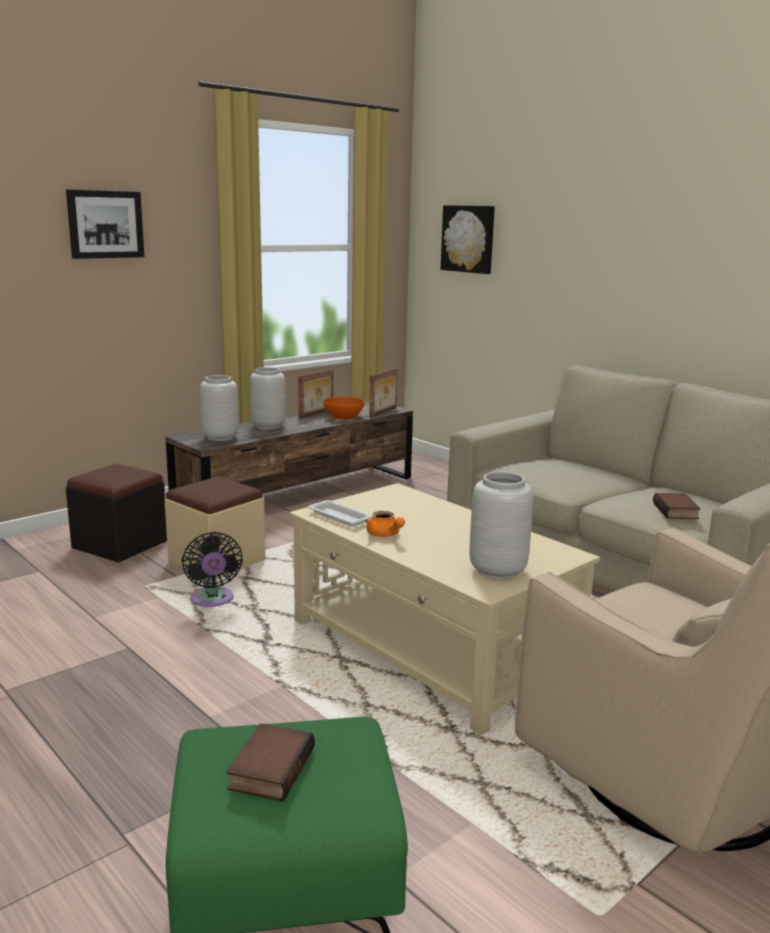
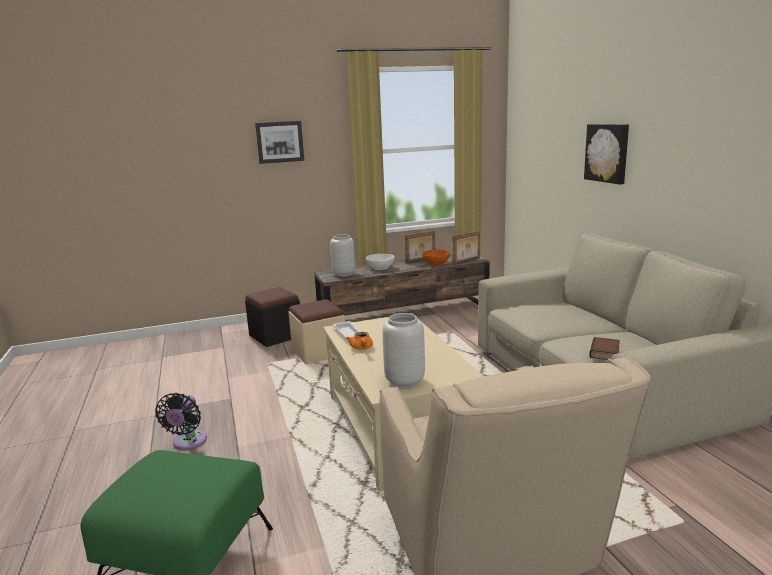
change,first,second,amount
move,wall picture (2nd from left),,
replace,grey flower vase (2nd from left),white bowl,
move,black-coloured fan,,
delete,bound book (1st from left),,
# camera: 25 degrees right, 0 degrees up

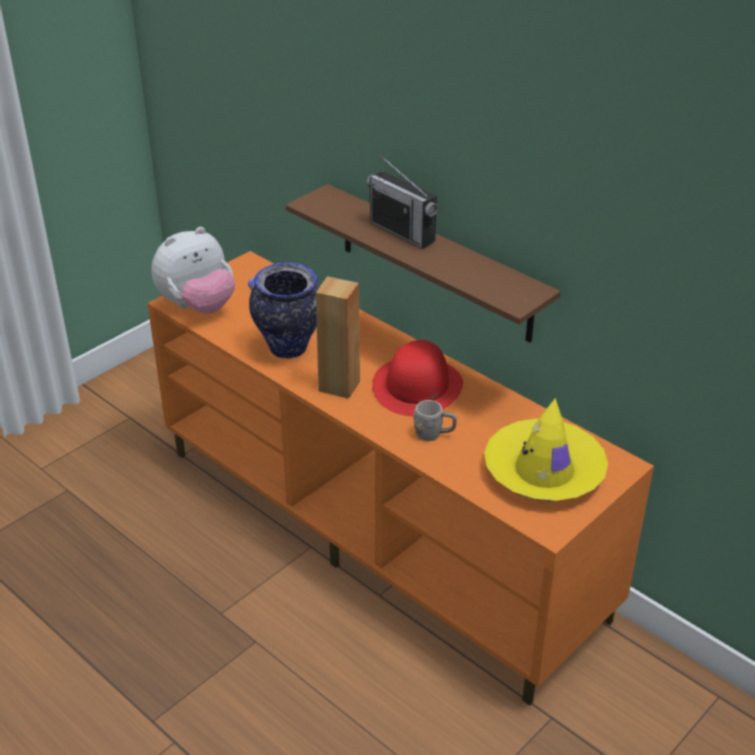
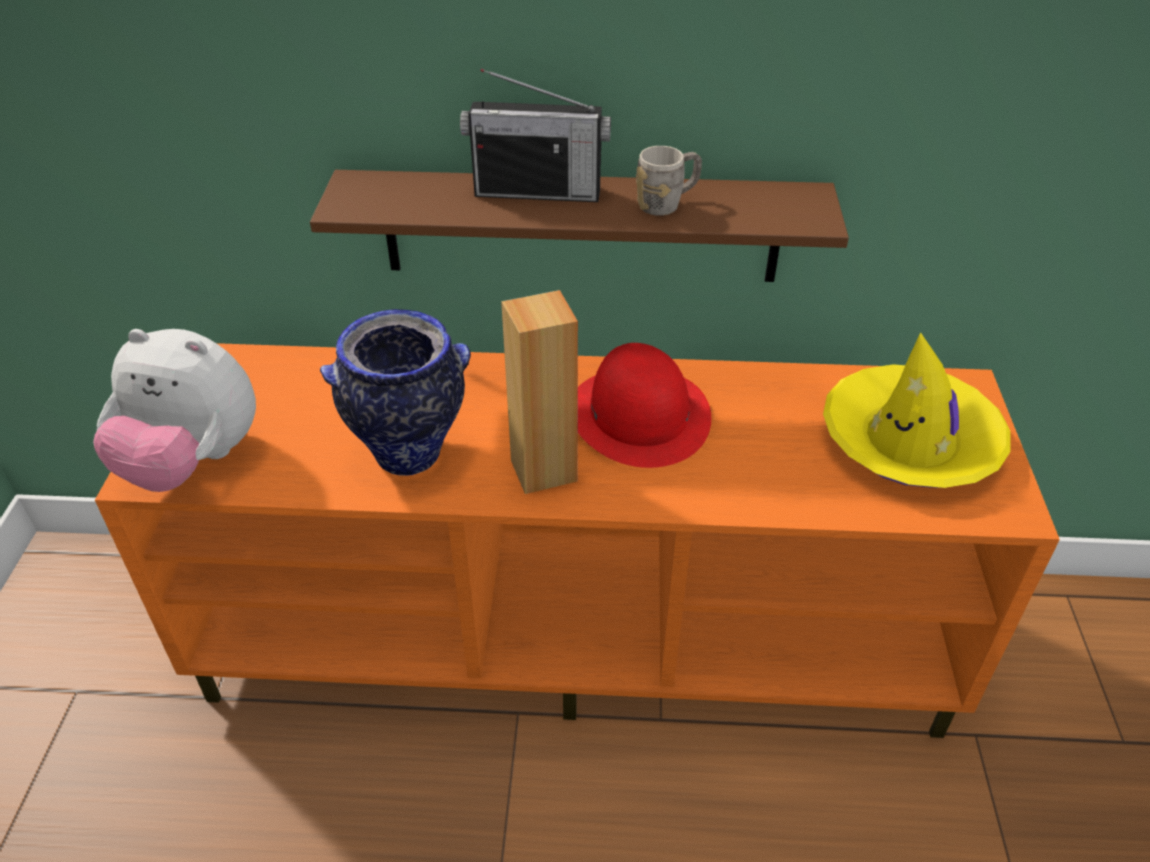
change,first,second,amount
rotate,soft toy,,90 degrees clockwise
move,grey mug,,
# camera: 40 degrees left, 5 degrees up

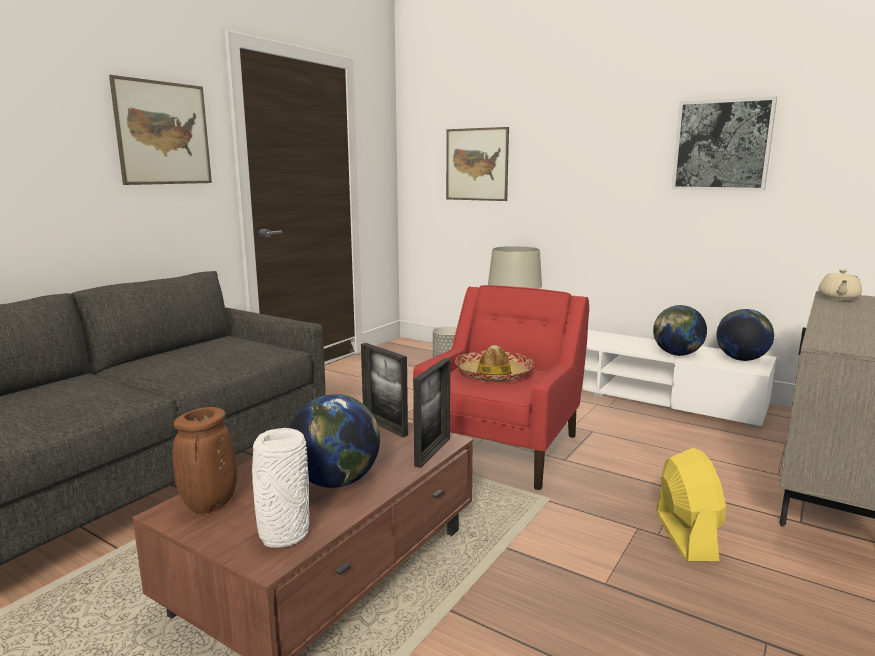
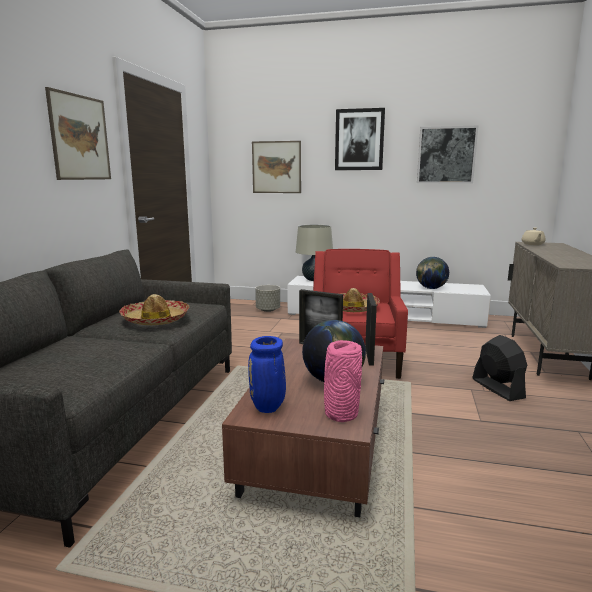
change,first,second,amount
delete,desk globe (3rd from left),,
recolor,brown flower vase,bluish flower vase,
recolor,white flower vase,pink-coloured flower vase,
recolor,yellow-coloured fan,black-coloured fan,
insert,,wall picture (3rd from left),
insert,,wearable hat (1st from left),
# camera: 20 degrees left, 0 degrees up

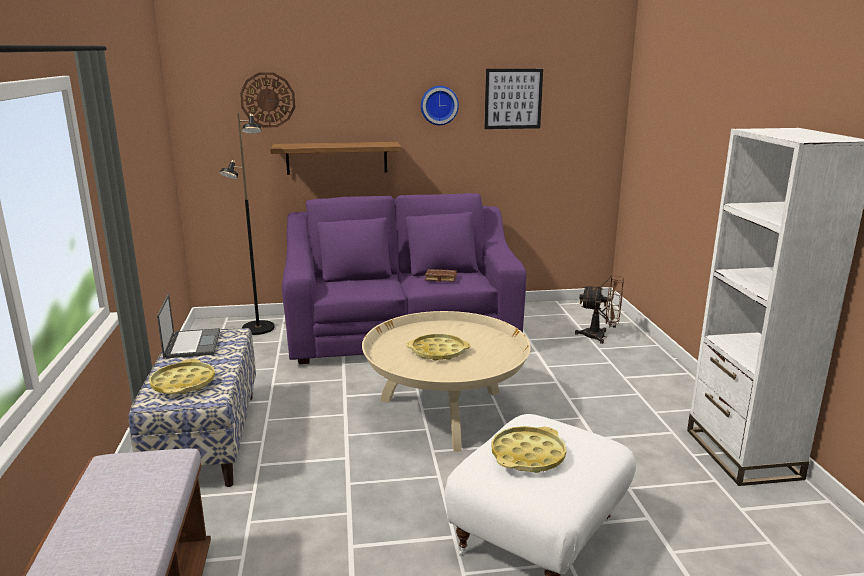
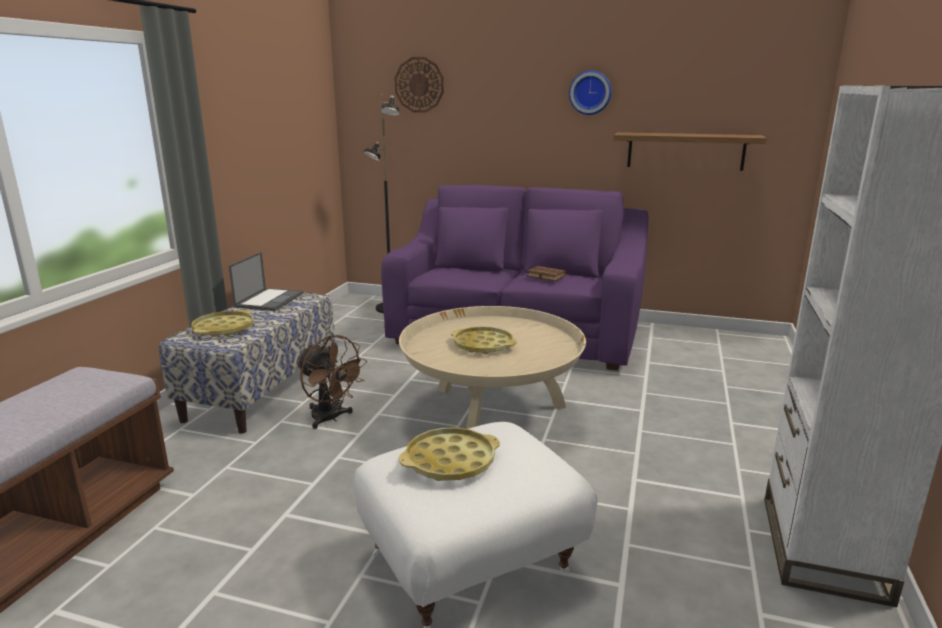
change,first,second,amount
delete,wall picture,,
move,wall shelf,,
move,brown fan,,
# camera: 25 degrees right, 0 degrees up

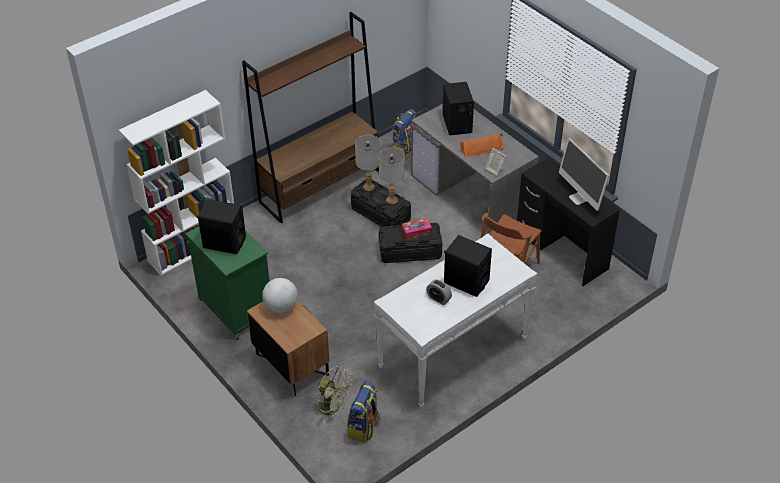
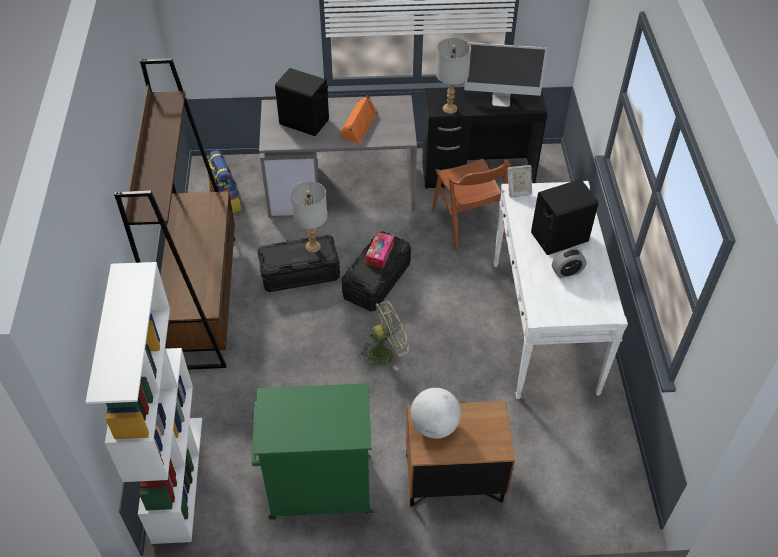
change,first,second,amount
move,grey tabletop lamp (1st from left in the first image),grey tabletop lamp (2nd from left),
move,standing frame,,
delete,black-coloured speaker (1st from left),,
move,greenish fan,,
delete,knapsack (1st from left),,
# camera: 55 degrees left, 5 degrees up

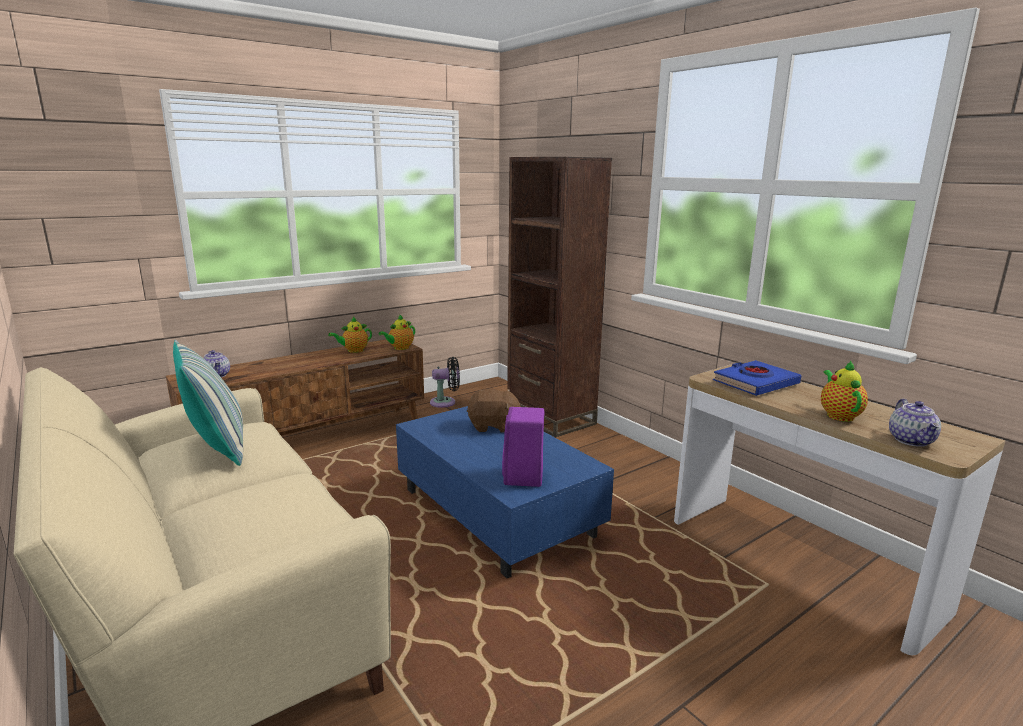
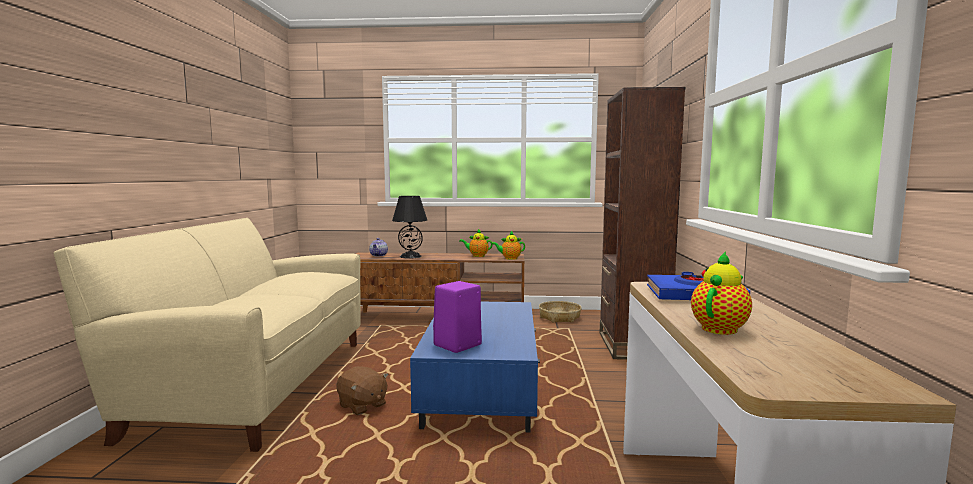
change,first,second,amount
delete,throw pillow,,
replace,black-coloured fan,basket,
move,brown soft toy,,
delete,tea pot (5th from left),,
insert,,black-coloured tabletop lamp,
# camera: 40 degrees right, 10 degrees down

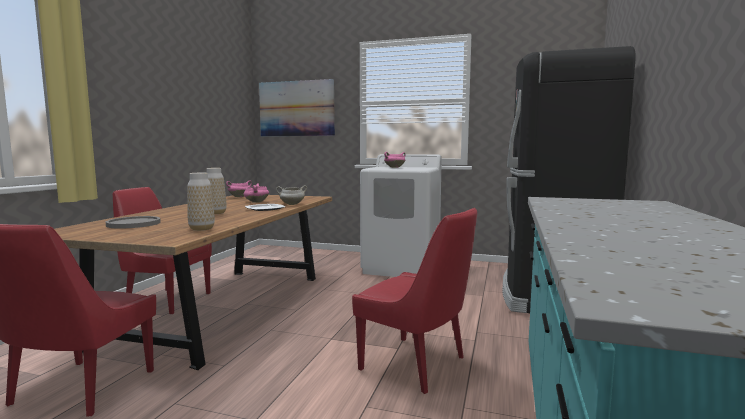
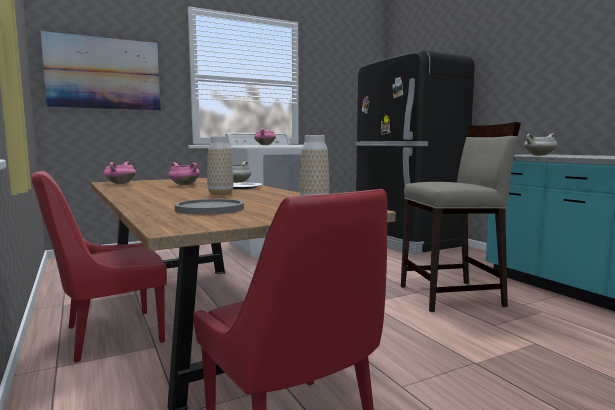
change,first,second,amount
replace,red-coloured plain chair (3rd from left),beige-coloured stool,
insert,,white saucepot (2nd from left),
# camera: 45 degrees left, 0 degrees up

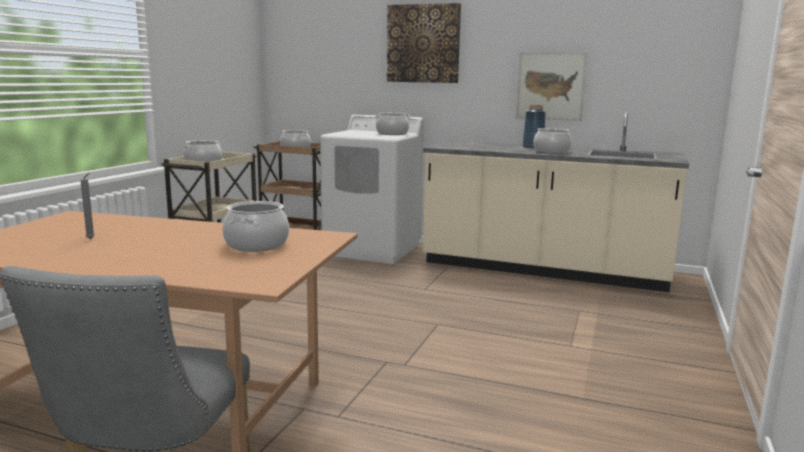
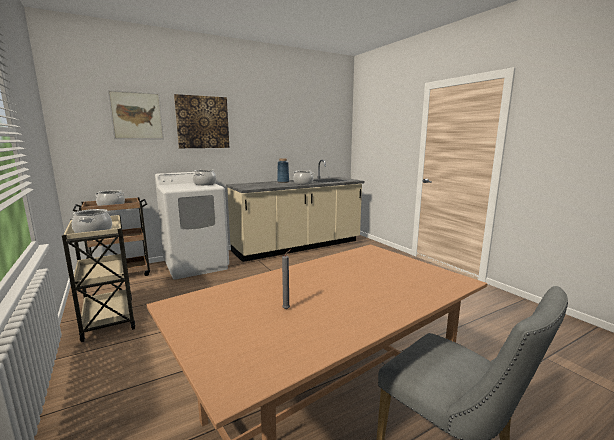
change,first,second,amount
move,wall picture (2nd from left in the first image),wall picture (1st from left),
delete,saucepot (2nd from left),,
# camera: 50 degrees left, 0 degrees up

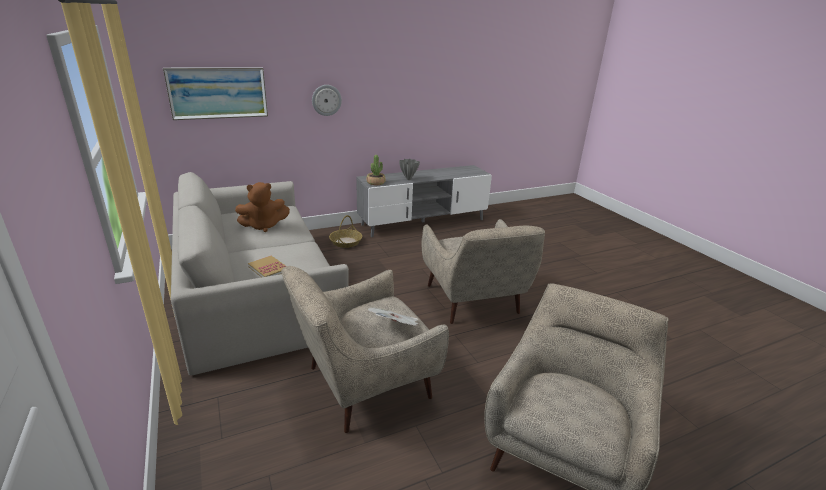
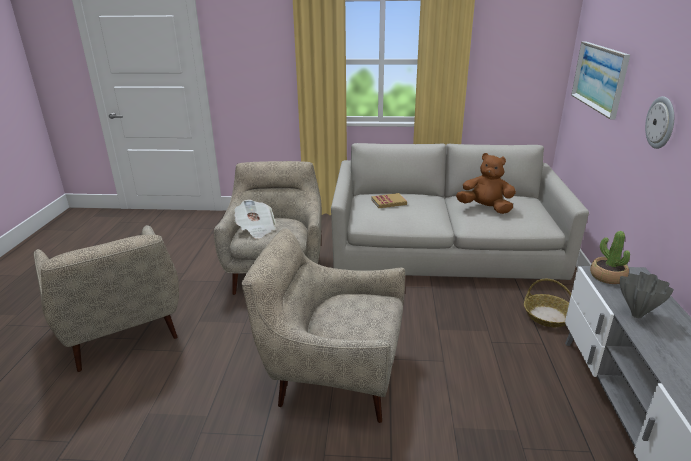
change,first,second,amount
rotate,brown soft toy,,105 degrees clockwise
# camera: 120 degrees right, 0 degrees up

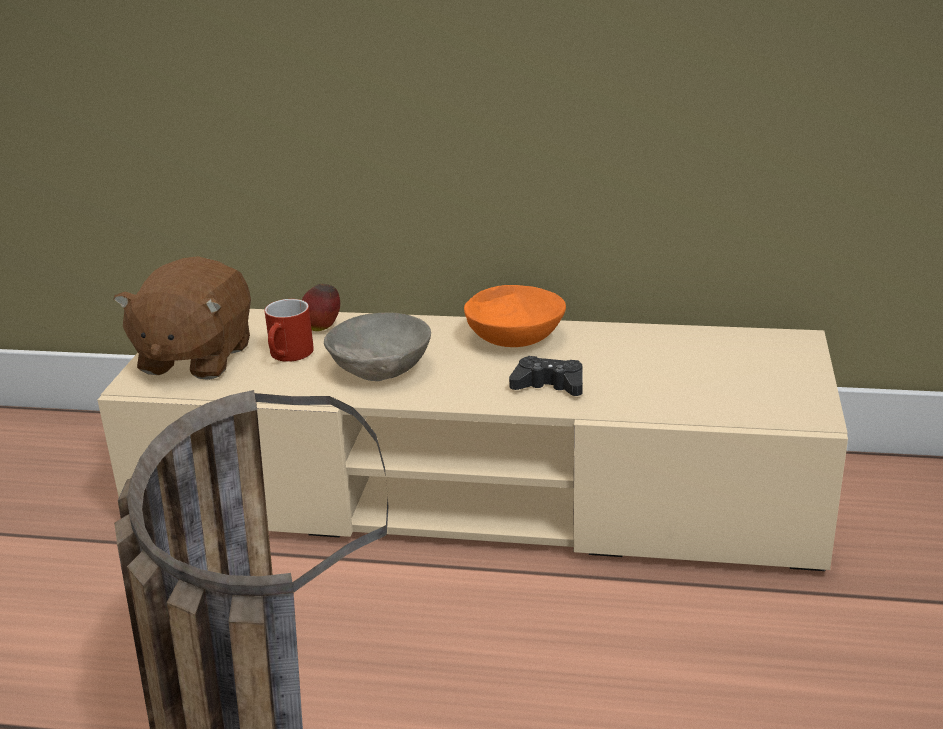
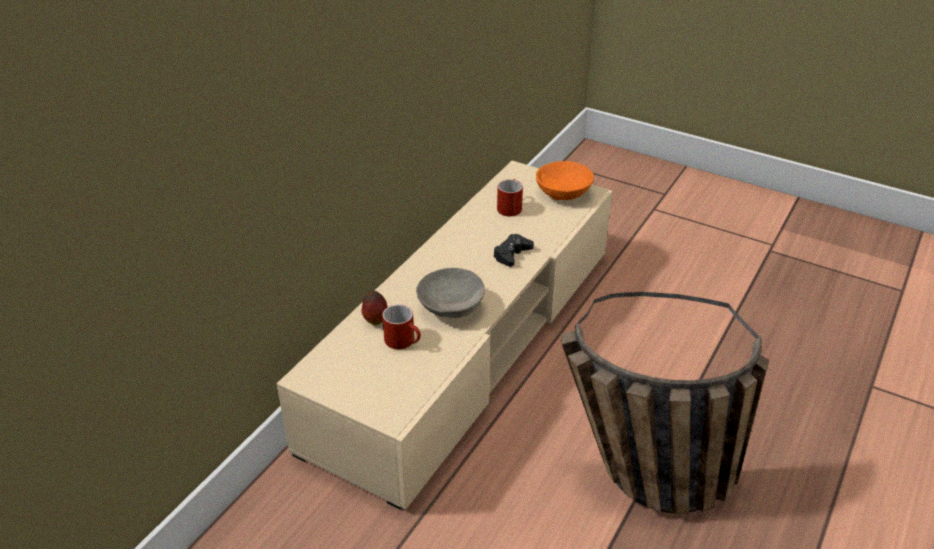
change,first,second,amount
delete,brown soft toy,,
move,orange bowl,,
insert,,red-coloured mug (2nd from left),
# camera: 70 degrees left, 10 degrees up

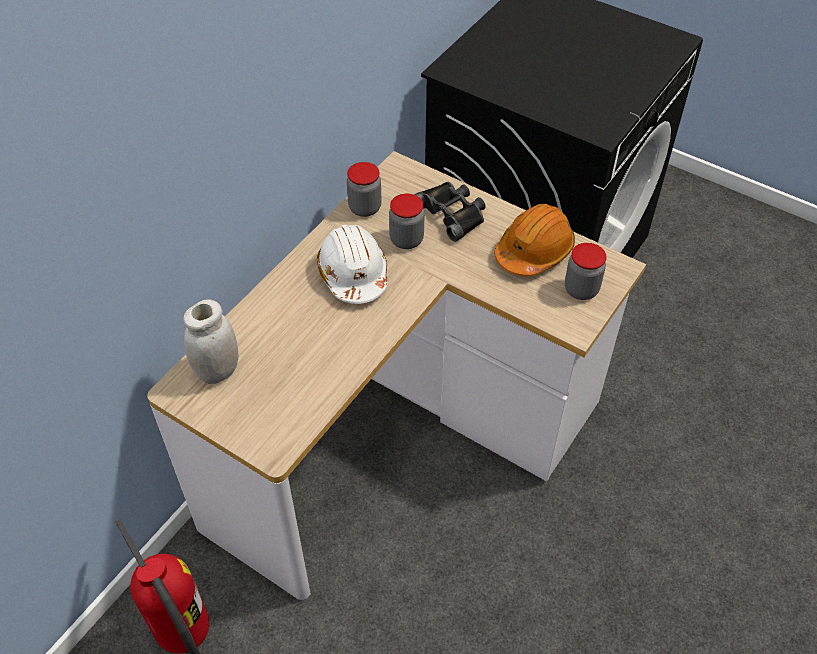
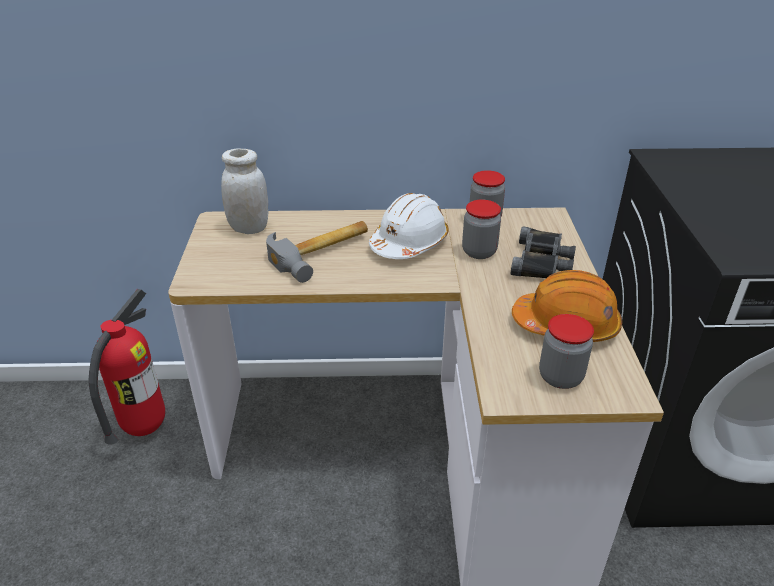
change,first,second,amount
insert,,hammer,
# camera: 55 degrees right, 15 degrees down

